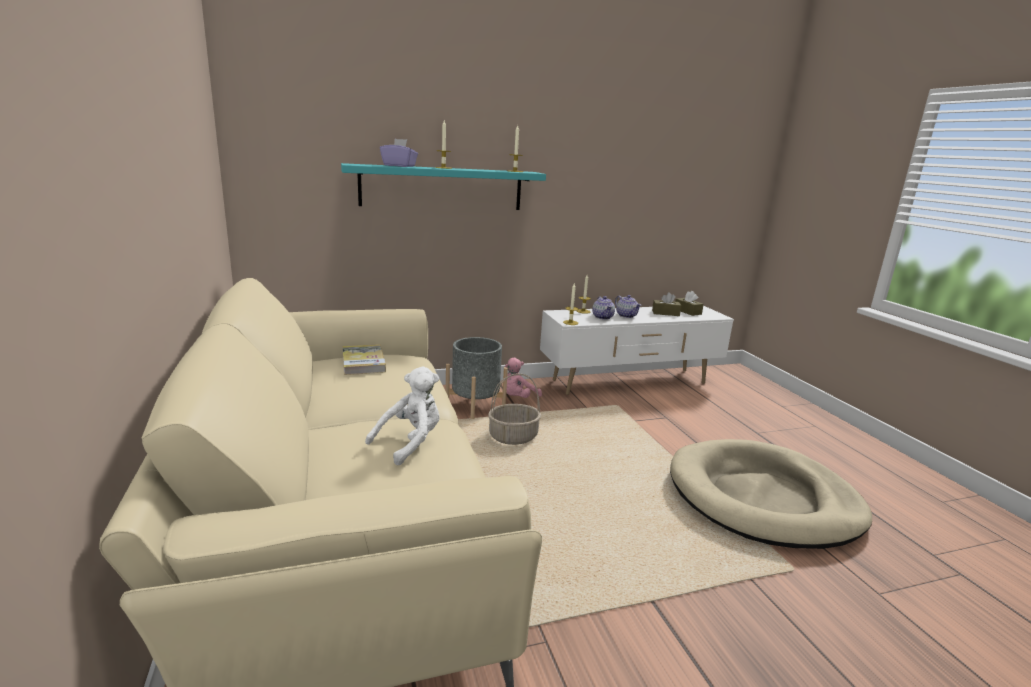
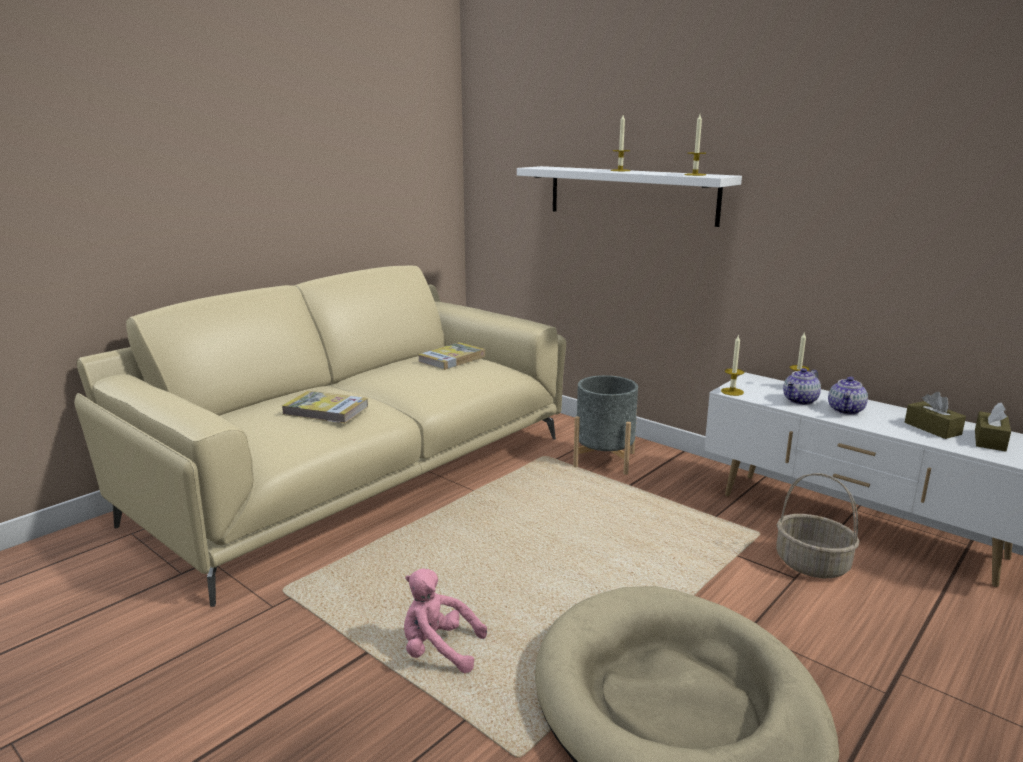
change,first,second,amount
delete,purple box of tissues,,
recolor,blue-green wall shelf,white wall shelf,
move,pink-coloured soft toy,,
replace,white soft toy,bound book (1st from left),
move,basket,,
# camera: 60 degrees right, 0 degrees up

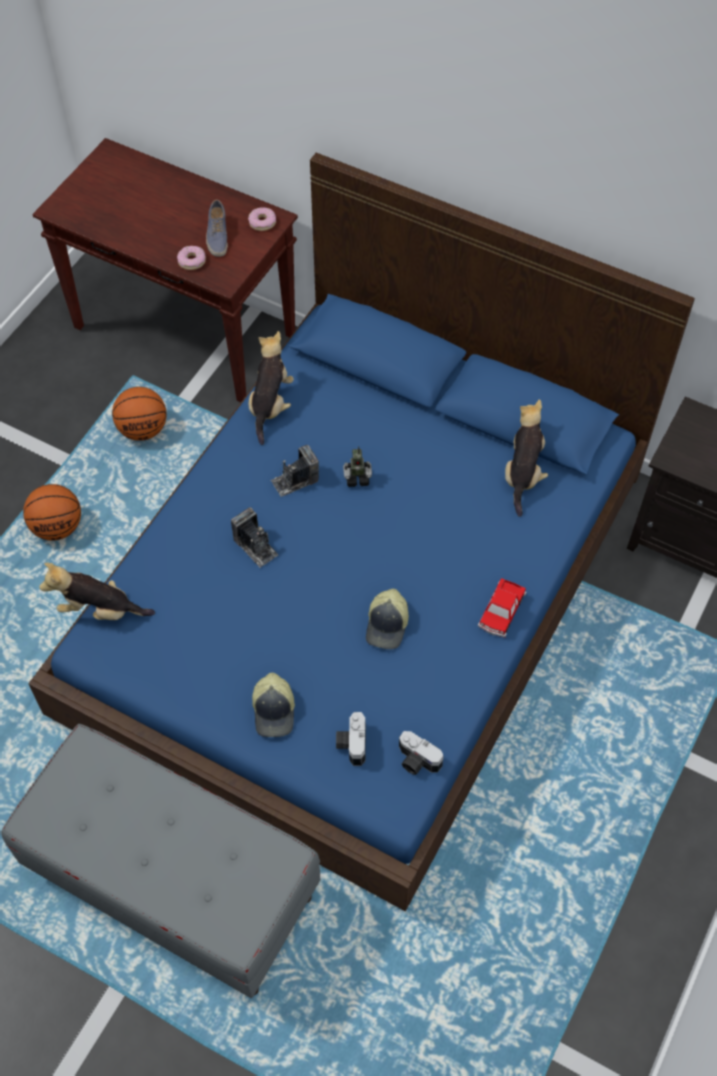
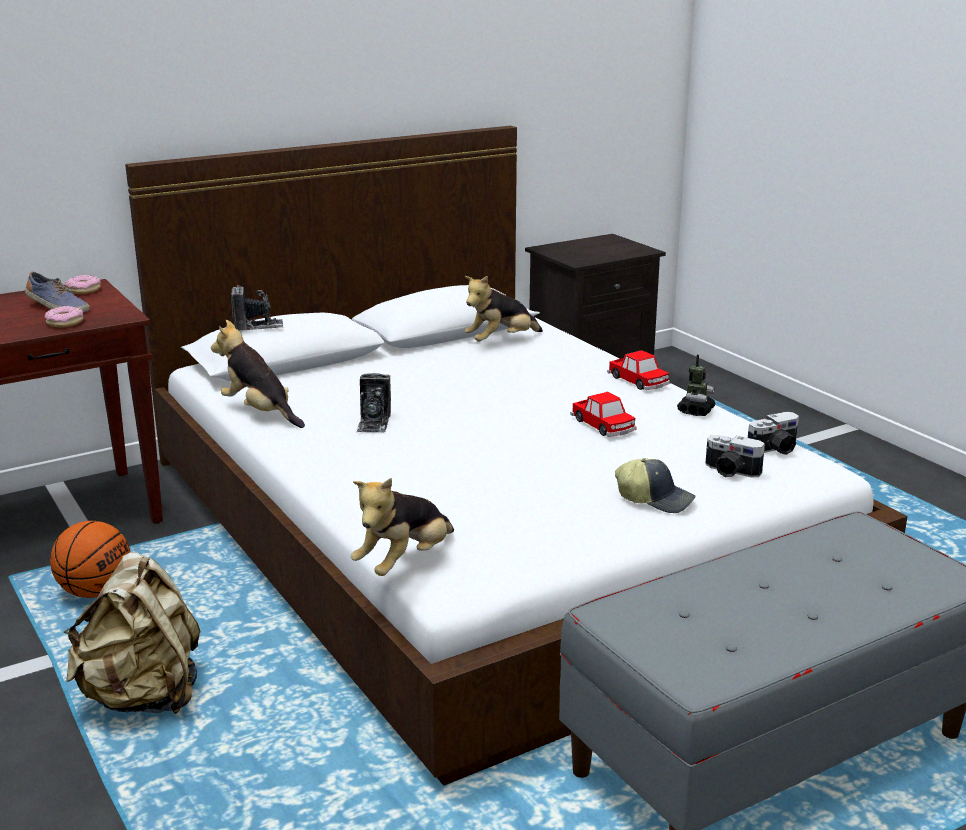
change,first,second,amount
recolor,bluish sleeping bed,white sleeping bed,
rotate,soft toy (3rd from left),,75 degrees counterclockwise
move,toy robot,,
replace,basketball (1st from left),beige-coloured knapsack,
move,still camera (1st from left),,
replace,baseball cap (2nd from left),model car (1st from left),
# camera: 60 degrees left, 35 degrees down

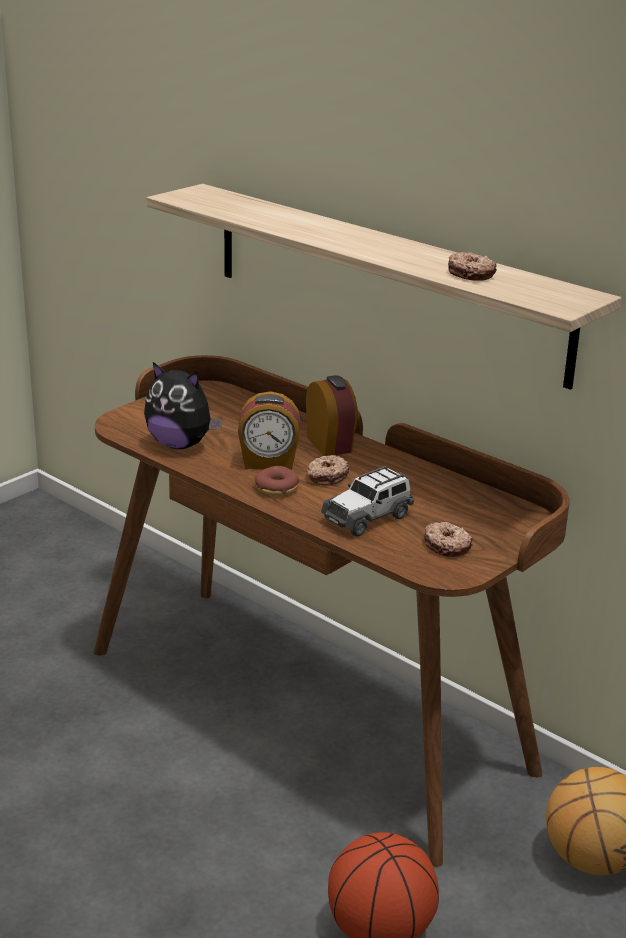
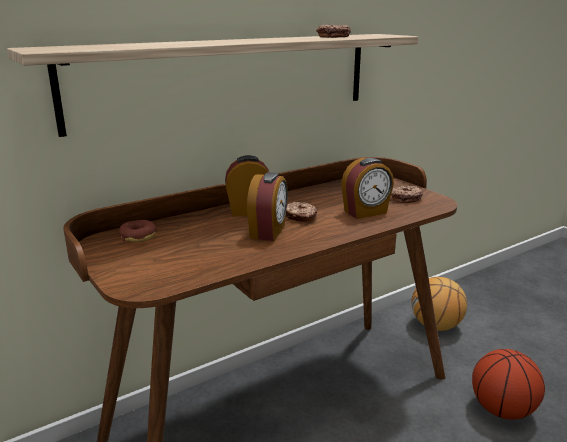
change,first,second,amount
delete,soft toy,,
move,donut (1st from left),,
replace,model car,alarm clock (3rd from left),
# camera: 75 degrees left, 5 degrees down

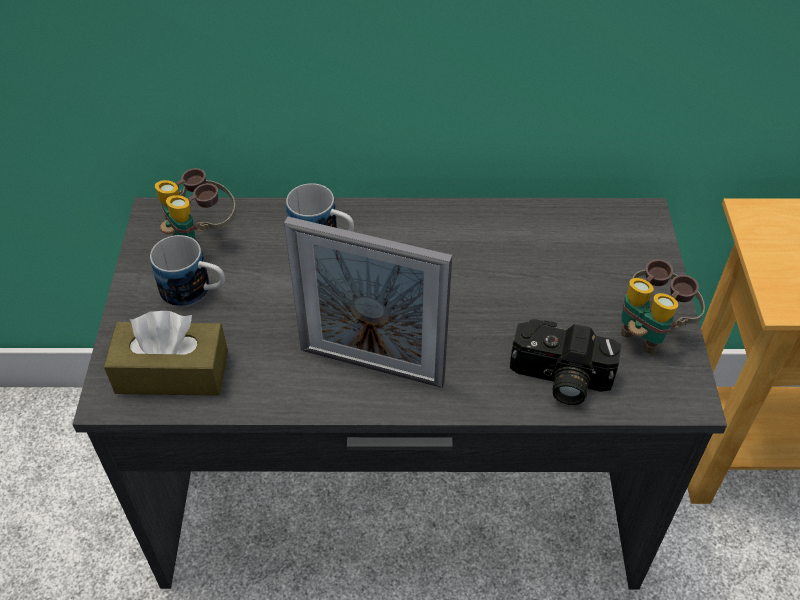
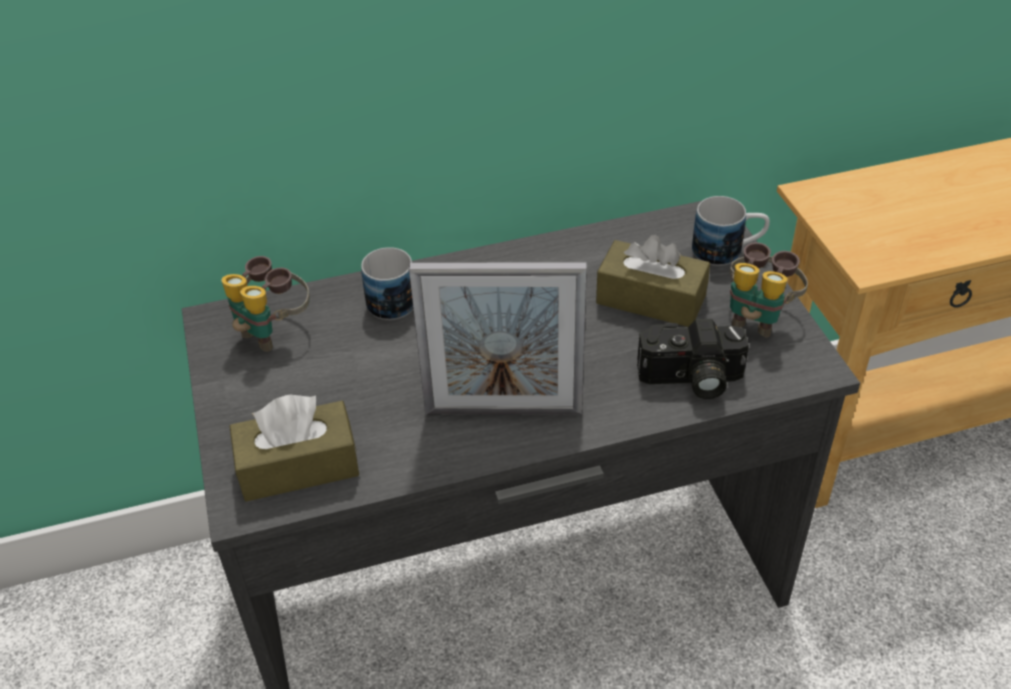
change,first,second,amount
move,mug (1st from left in the first image),mug (2nd from left),
insert,,brown box of tissues (2nd from left),
# camera: 15 degrees left, 5 degrees down

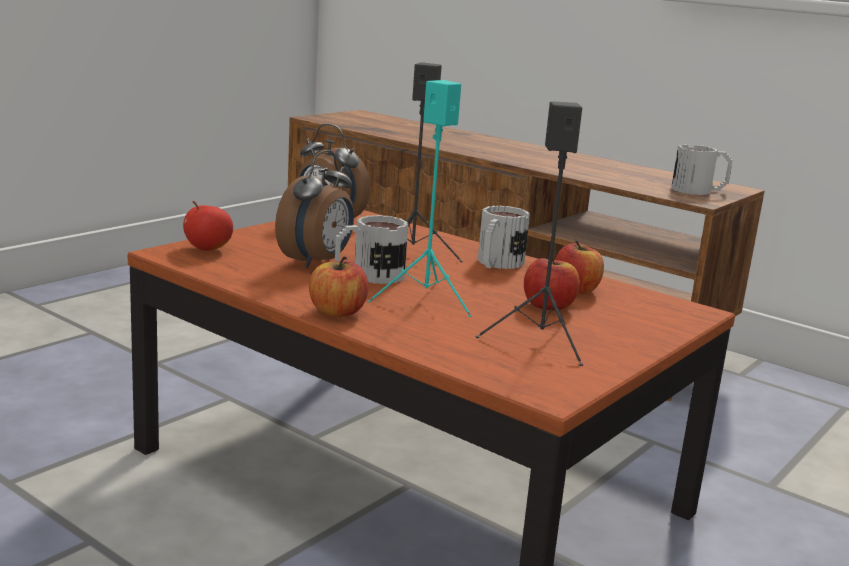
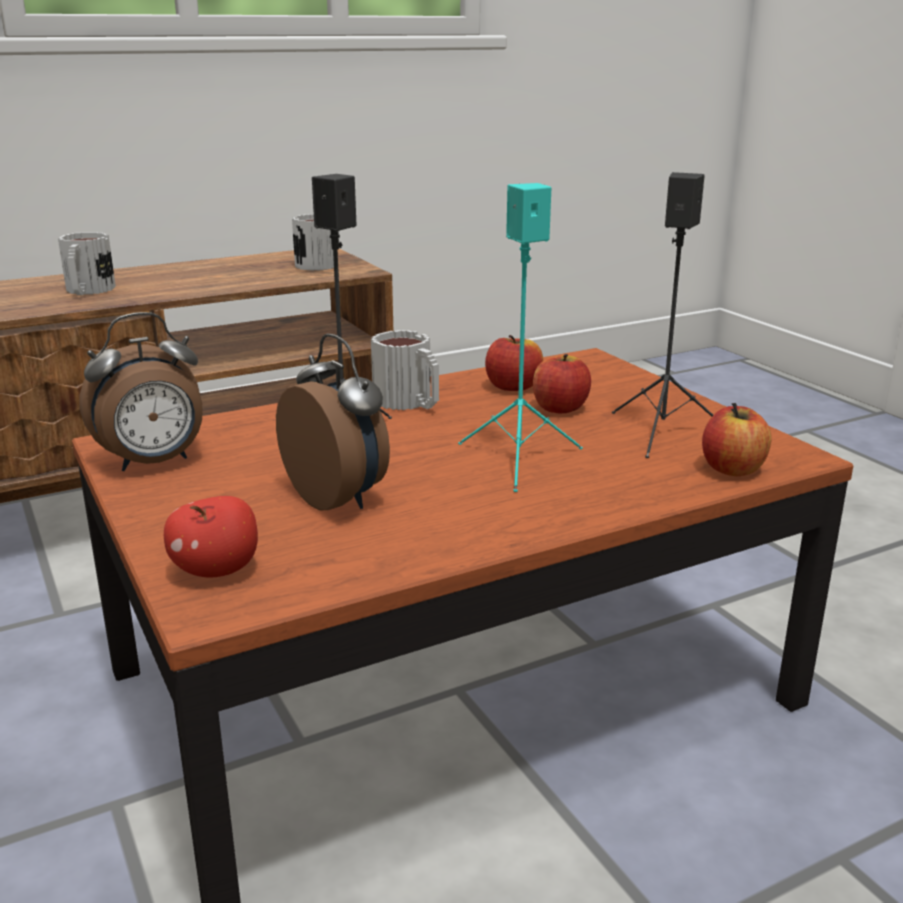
change,first,second,amount
move,mug (1st from left),,
move,whole apple (2nd from left in the first image),whole apple (4th from left),
# camera: 65 degrees left, 5 degrees up

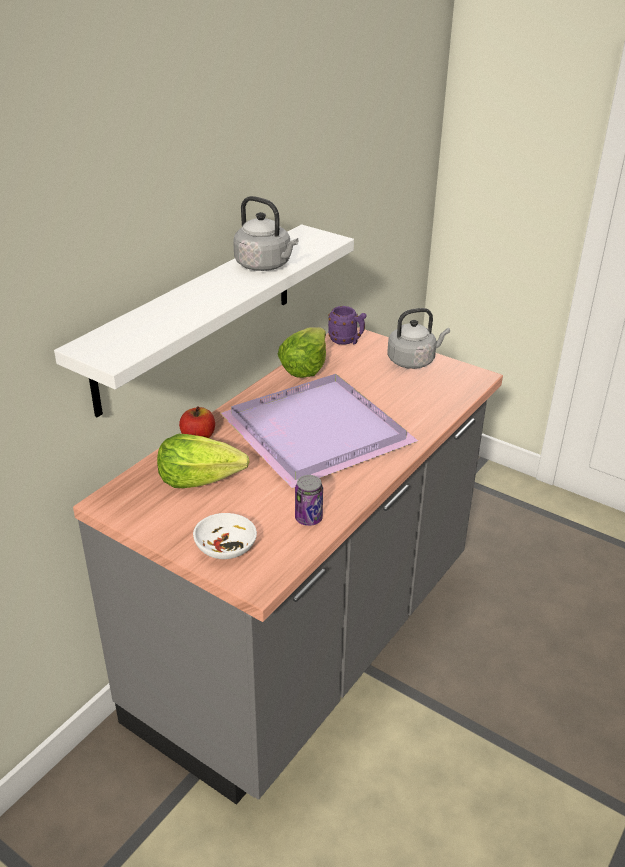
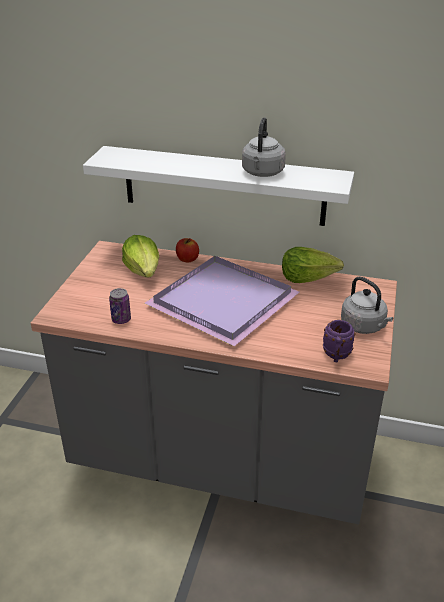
change,first,second,amount
move,purple mug,,
delete,white bowl,,
# camera: 70 degrees right, 0 degrees up

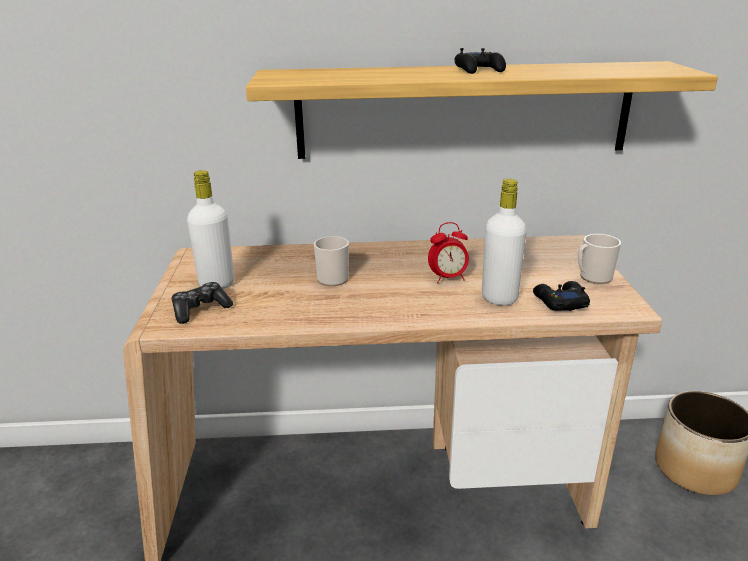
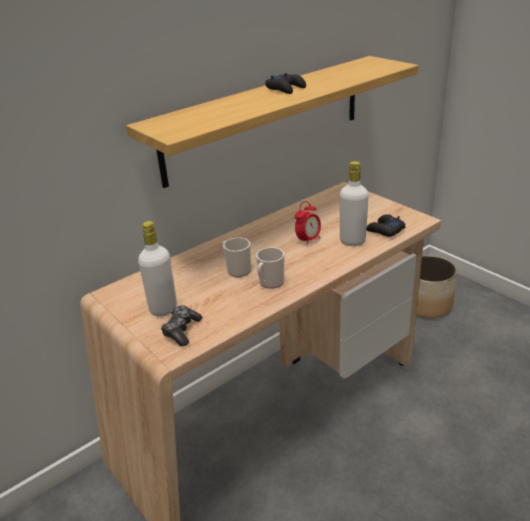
change,first,second,amount
move,mug (2nd from left),,
# camera: 35 degrees left, 5 degrees up

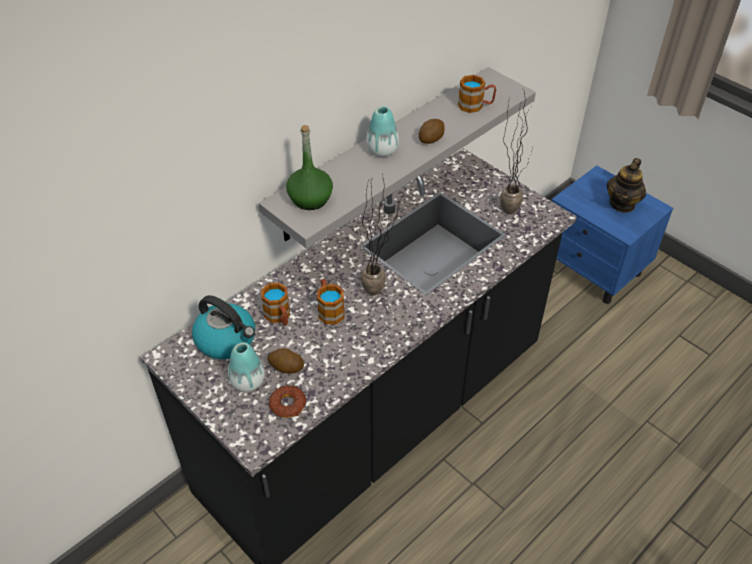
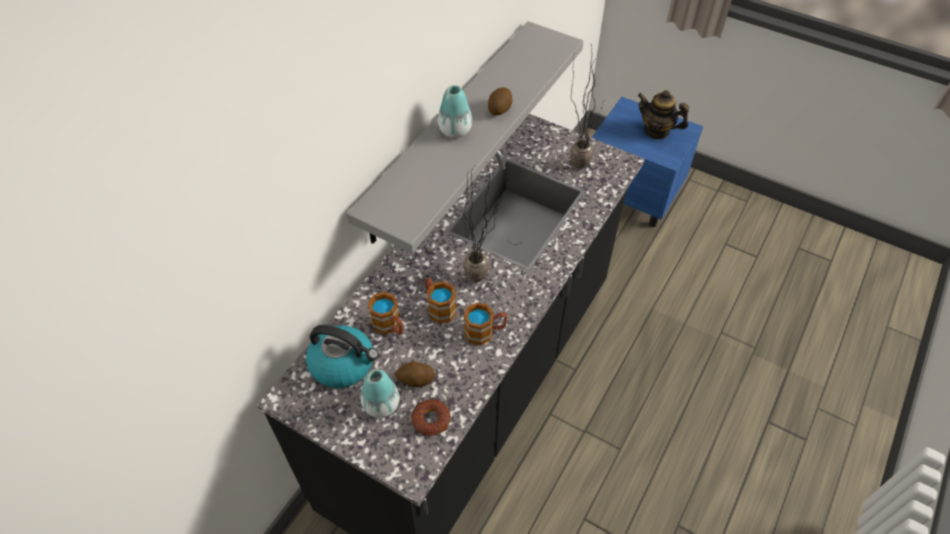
change,first,second,amount
move,mug (3rd from left),,
delete,greenish bottle,,
rotate,tea pot,,105 degrees clockwise
# camera: 15 degrees left, 5 degrees up

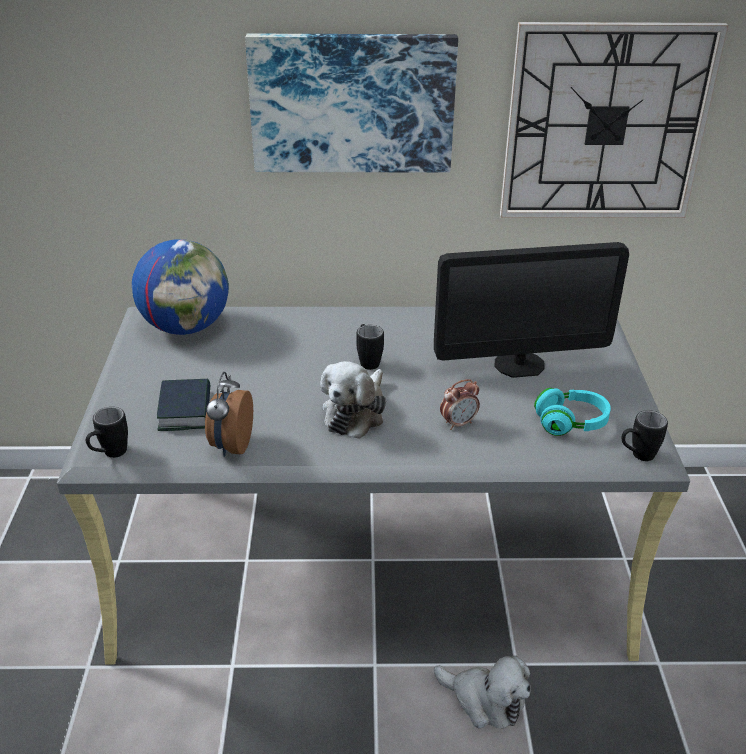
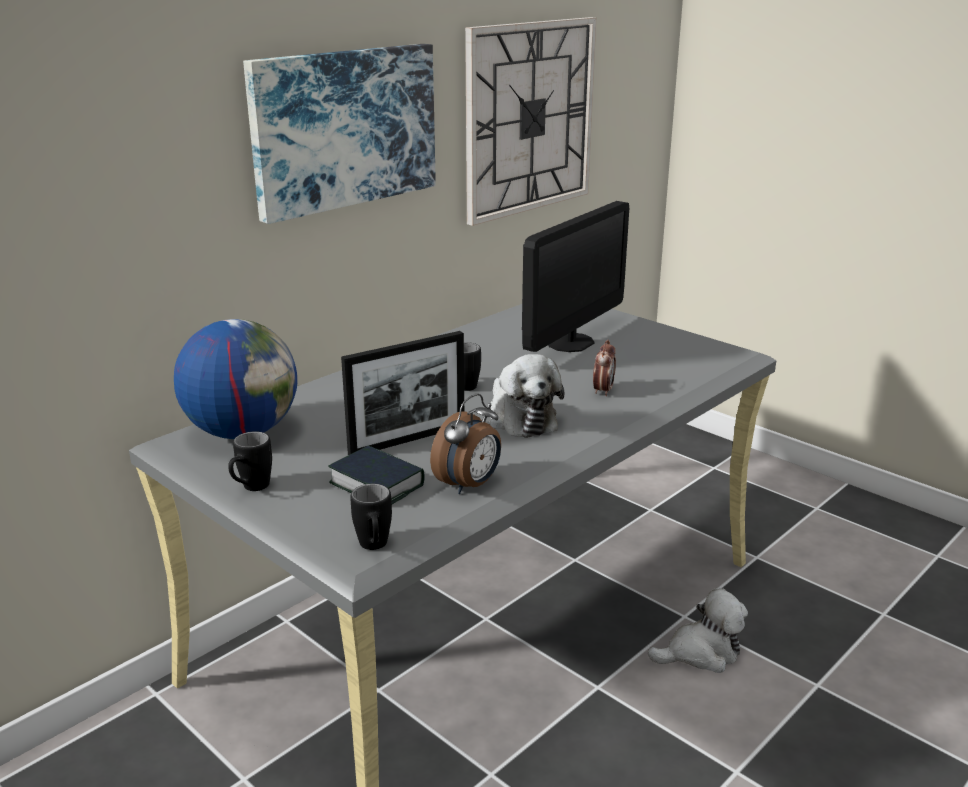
change,first,second,amount
rotate,alarm clock (1st from left),,105 degrees counterclockwise
delete,blue-green pair of headphones,,
move,black-coloured mug (3rd from left in the first image),black-coloured mug (1st from left),
insert,,standing frame,
# camera: 45 degrees left, 10 degrees down

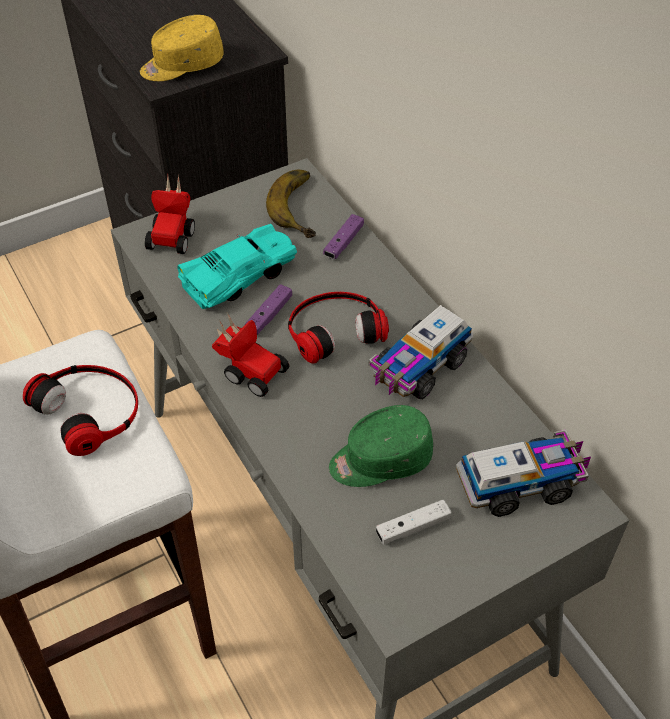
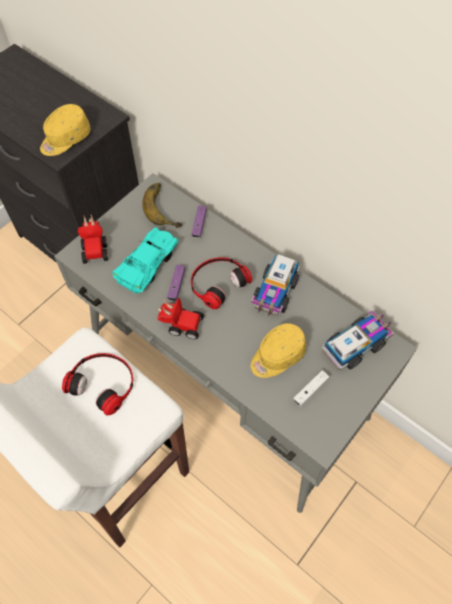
change,first,second,amount
recolor,greenish baseball cap,yellow-coloured baseball cap (2nd from left),
# camera: 20 degrees left, 10 degrees up

